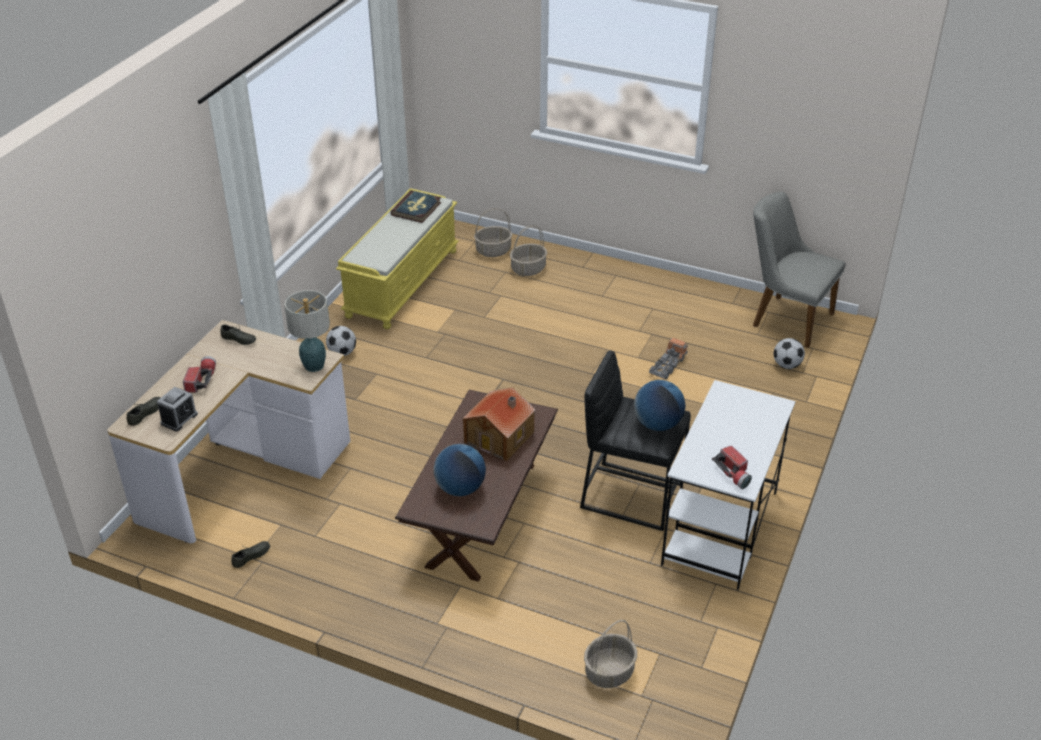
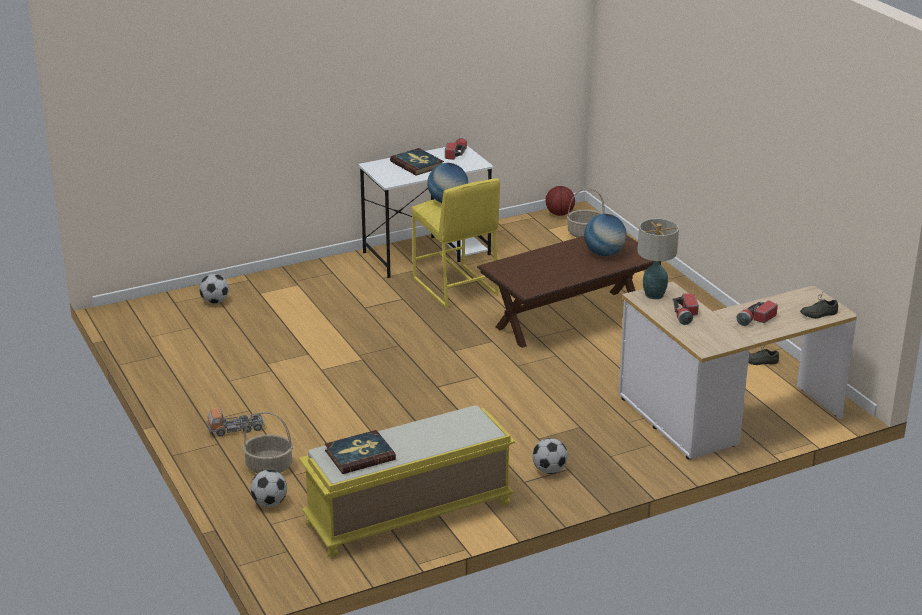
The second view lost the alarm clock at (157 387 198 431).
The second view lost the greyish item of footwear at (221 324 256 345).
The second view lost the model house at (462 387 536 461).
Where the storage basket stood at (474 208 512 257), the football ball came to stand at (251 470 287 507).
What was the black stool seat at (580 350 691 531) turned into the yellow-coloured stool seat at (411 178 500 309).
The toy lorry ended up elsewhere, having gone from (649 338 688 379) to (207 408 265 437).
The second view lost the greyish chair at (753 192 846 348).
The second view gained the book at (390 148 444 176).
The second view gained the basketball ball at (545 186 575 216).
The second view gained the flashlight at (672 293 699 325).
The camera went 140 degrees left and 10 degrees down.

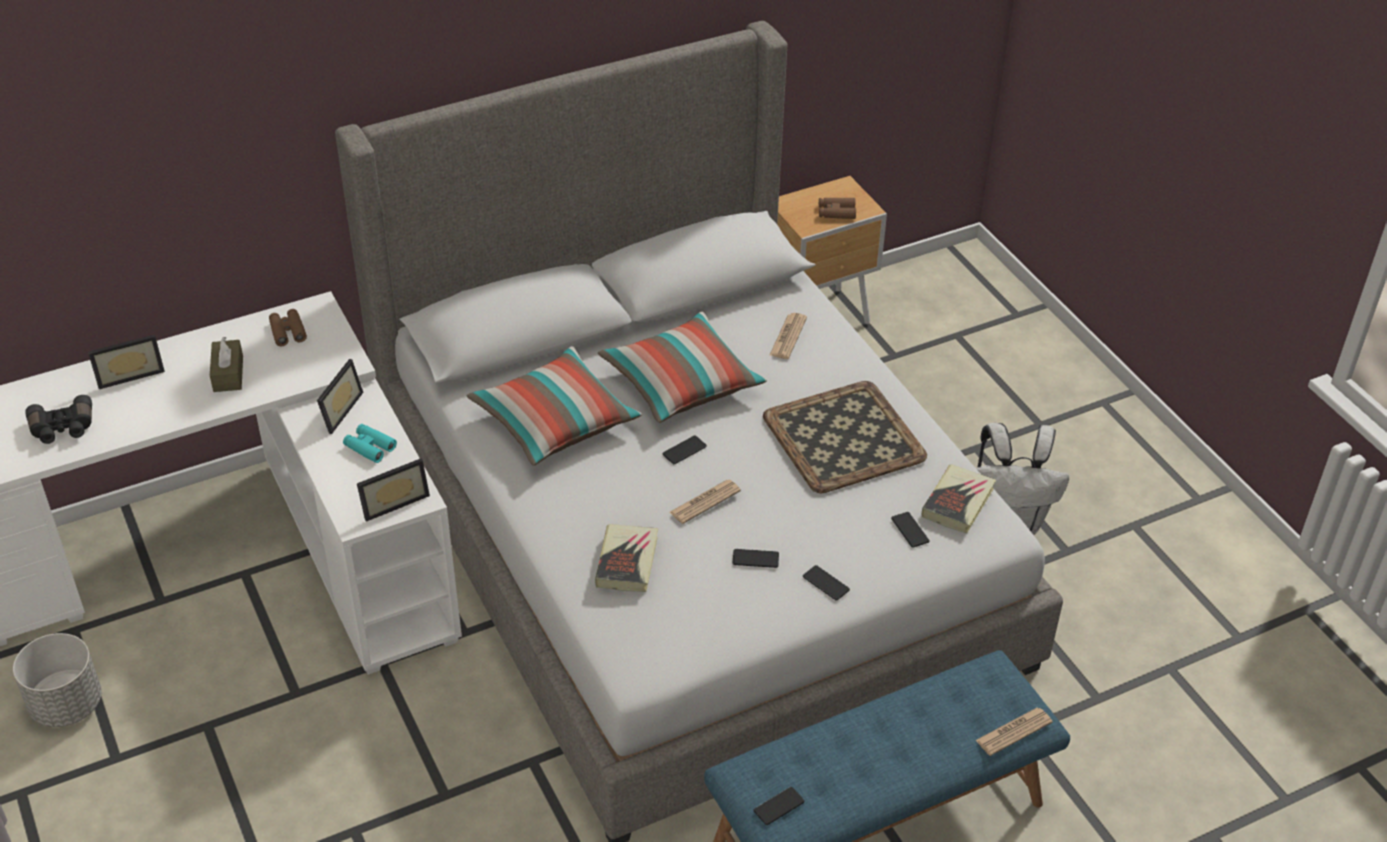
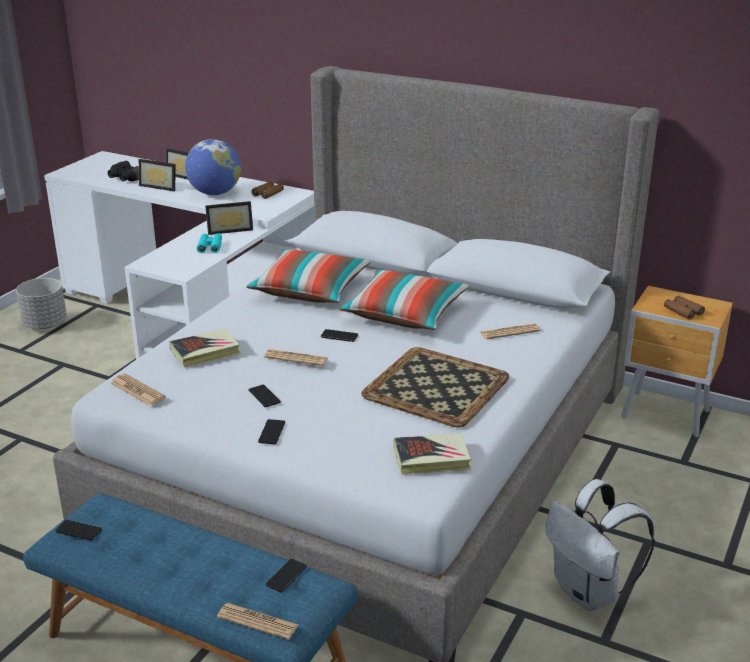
Where the brown-coloured tissue holder stood at (210 337 243 392), the desk globe came to stand at (185 139 241 195).
The standing frame ended up elsewhere, having gone from (357 458 430 522) to (139 159 175 191).
The phone ended up elsewhere, having gone from (891 512 930 548) to (266 559 307 592).
The second view gained the newspaper at (111 374 166 406).
The camera went 55 degrees right and 15 degrees down.

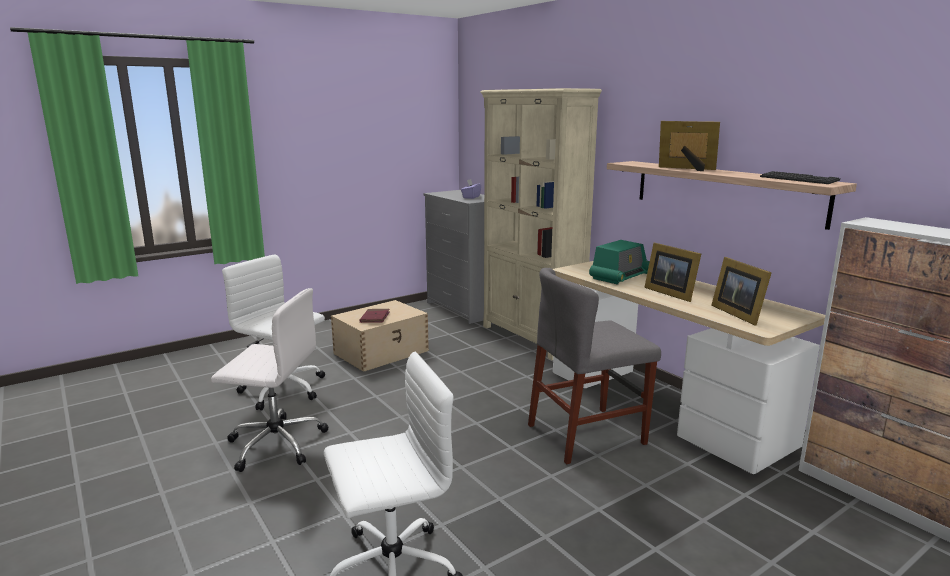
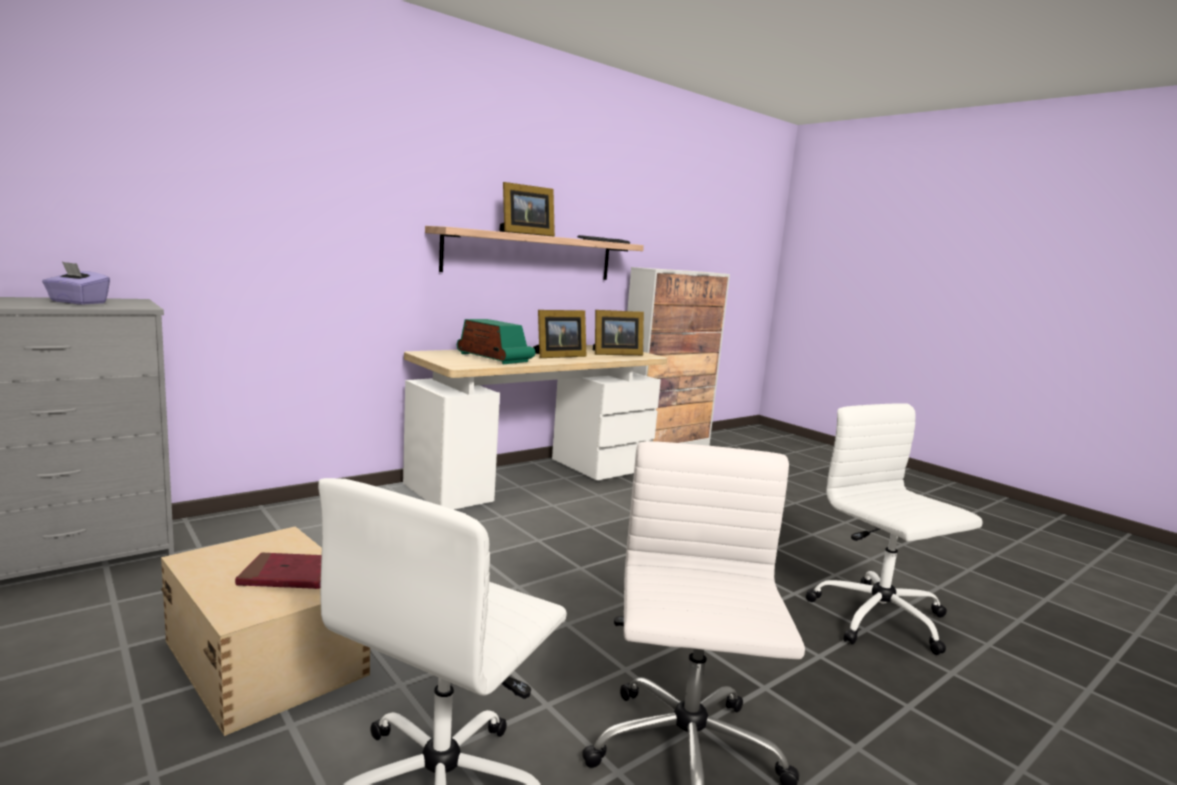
The second view lost the beige-coloured bookshelf at (480 88 602 360).
The second view lost the greyish chair at (528 268 661 464).
The standing frame at (659 121 720 171) ended up facing another way, 150 degrees counterclockwise from before.
The camera went 95 degrees left and 5 degrees down.

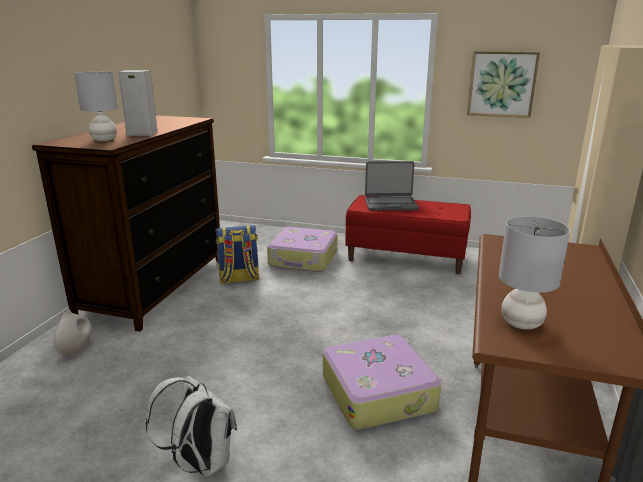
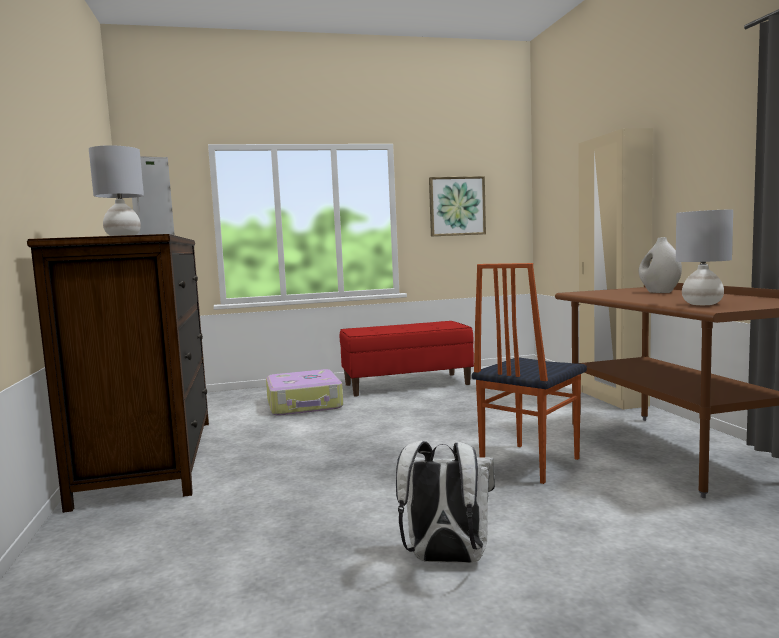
The white decorative vase ended up elsewhere, having gone from (54 309 92 357) to (639 237 682 293).
The second view lost the backpack at (215 225 260 284).
Where the piece of luggage stood at (323 335 442 430), the chair came to stand at (472 263 587 484).
The second view lost the portable computer at (365 161 419 211).
The camera went 30 degrees left and 15 degrees down.

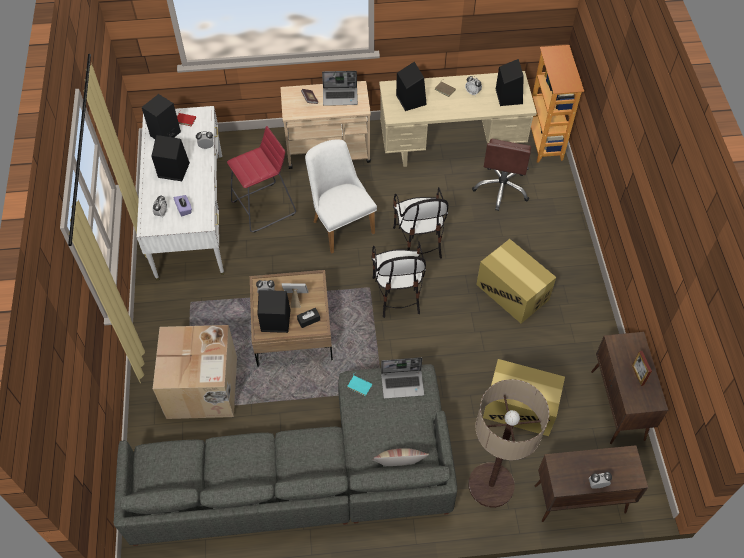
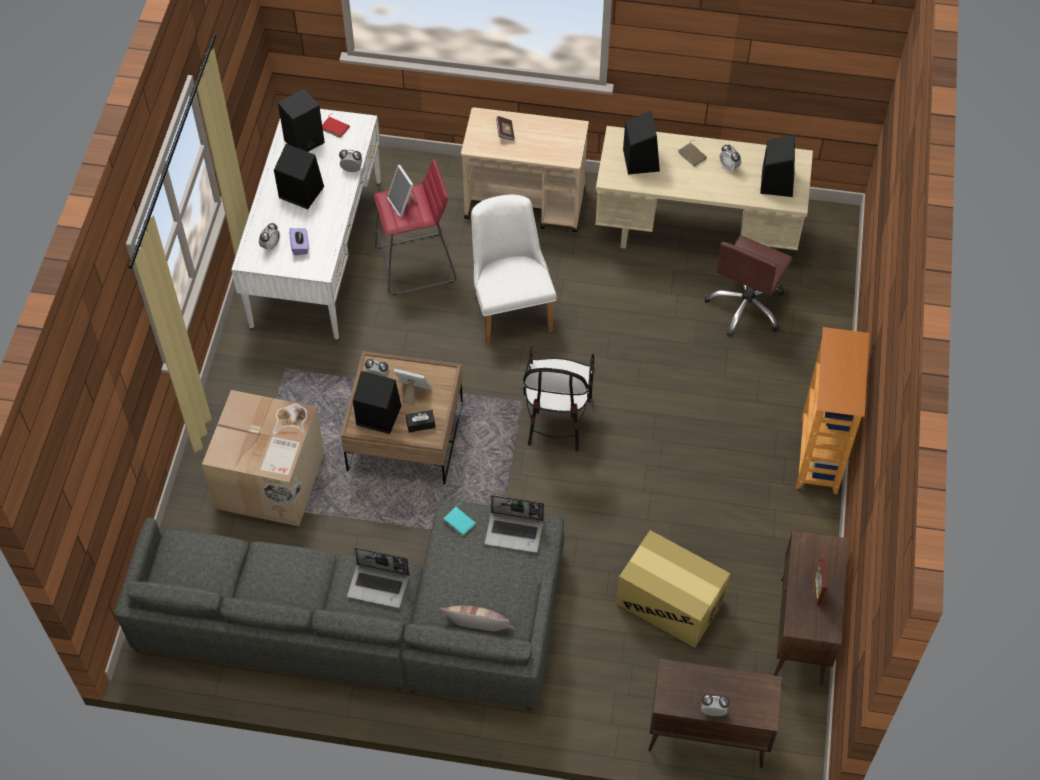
The portable computer ended up elsewhere, having gone from (322 71 358 106) to (347 547 409 608).
The second view lost the chair at (393 187 448 259).
The second view lost the standing lamp at (469 379 549 508).
The second view lost the packing box at (476 239 556 323).
The bookshelf ended up elsewhere, having gone from (531 45 584 163) to (796 327 869 494).
The second view gained the standing frame at (387 165 418 217).
The camera went 15 degrees right and 0 degrees up.

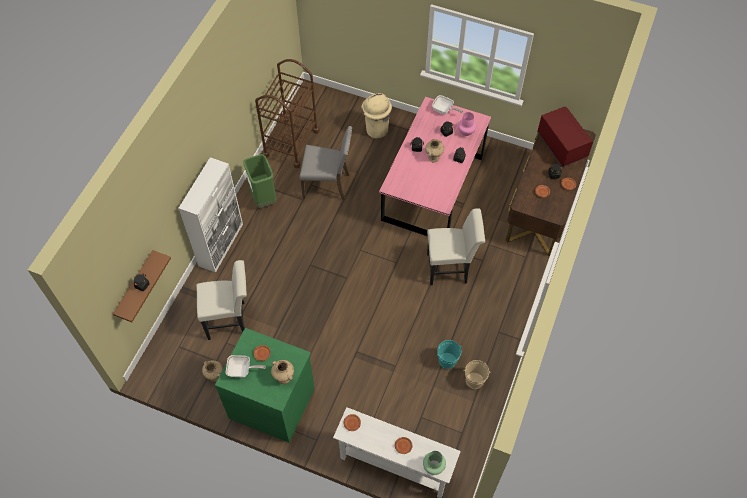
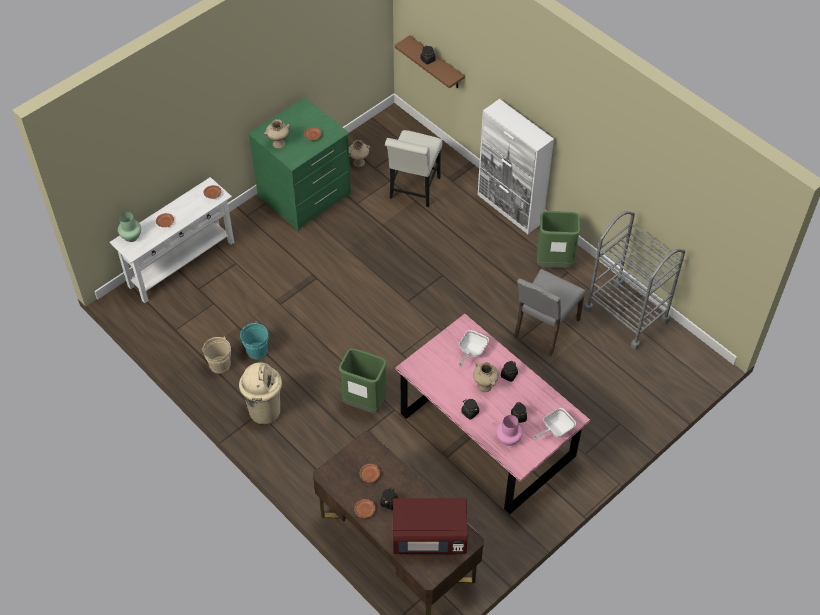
The frying pan ended up elsewhere, having gone from (226 355 266 377) to (459 330 489 367).
What was the brown-coloured wheeled cart at (255 59 319 168) turned into the greyish wheeled cart at (584 211 685 350).
The beige-coloured waste bin ended up elsewhere, having gone from (361 93 392 139) to (239 362 282 424).
Where the white chair stood at (427 208 485 285), the greenish waste bin came to stand at (339 348 387 413).
The camera went 115 degrees right and 5 degrees down.

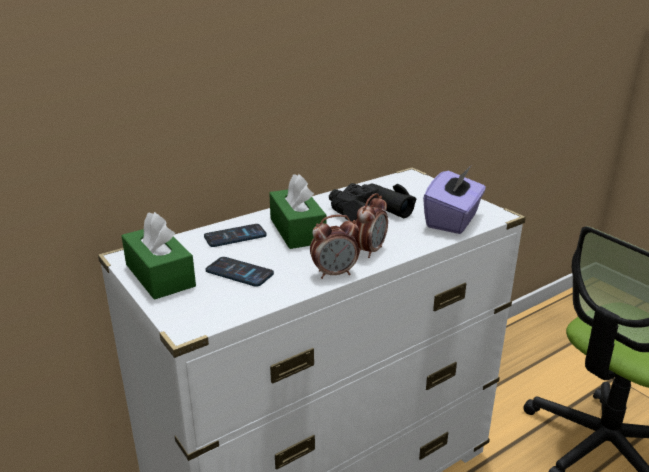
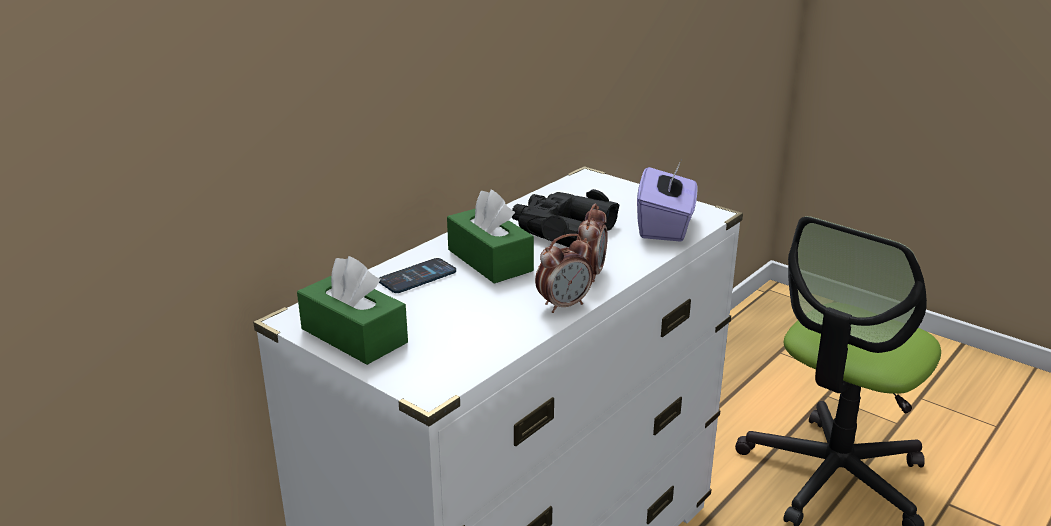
The second view lost the phone at (206 257 274 287).
The camera went 15 degrees left and 0 degrees up.

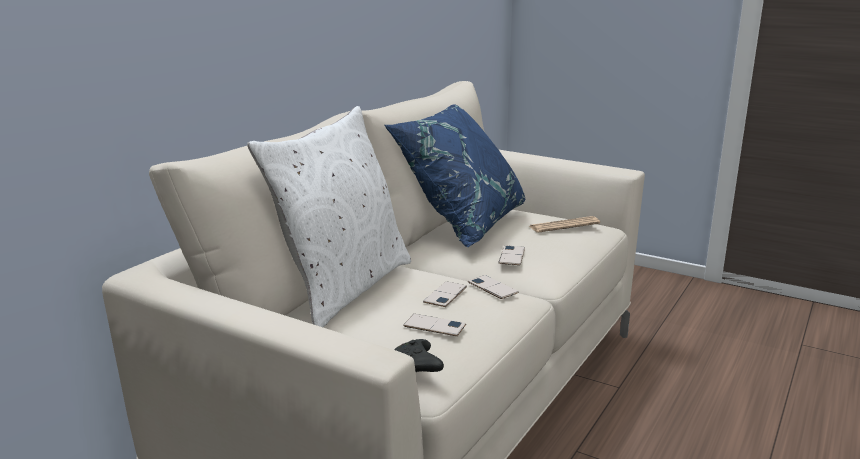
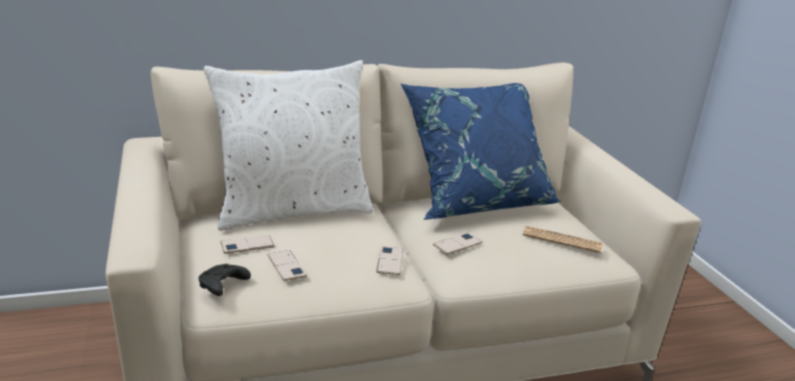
The phone ended up elsewhere, having gone from (423 281 467 307) to (221 235 274 253).
The camera went 40 degrees right and 5 degrees up.

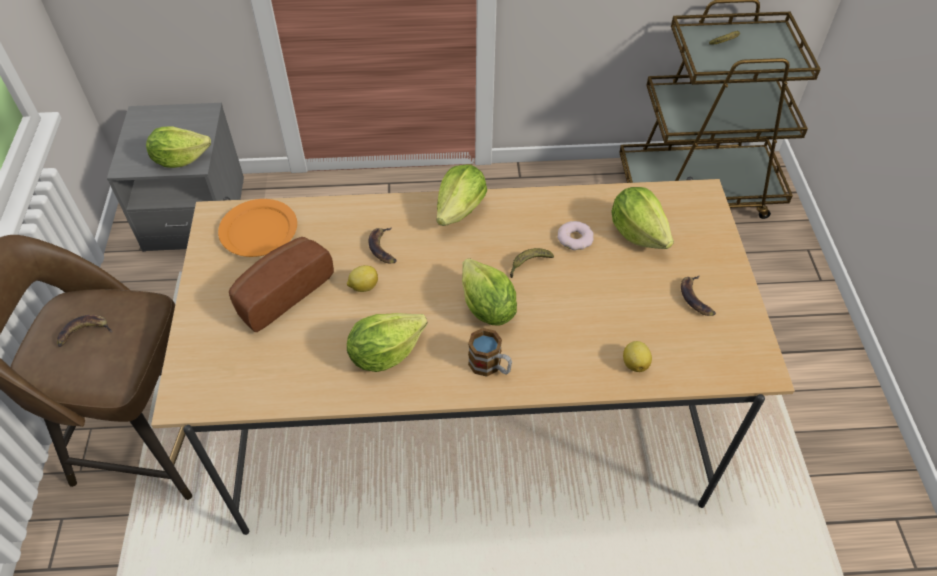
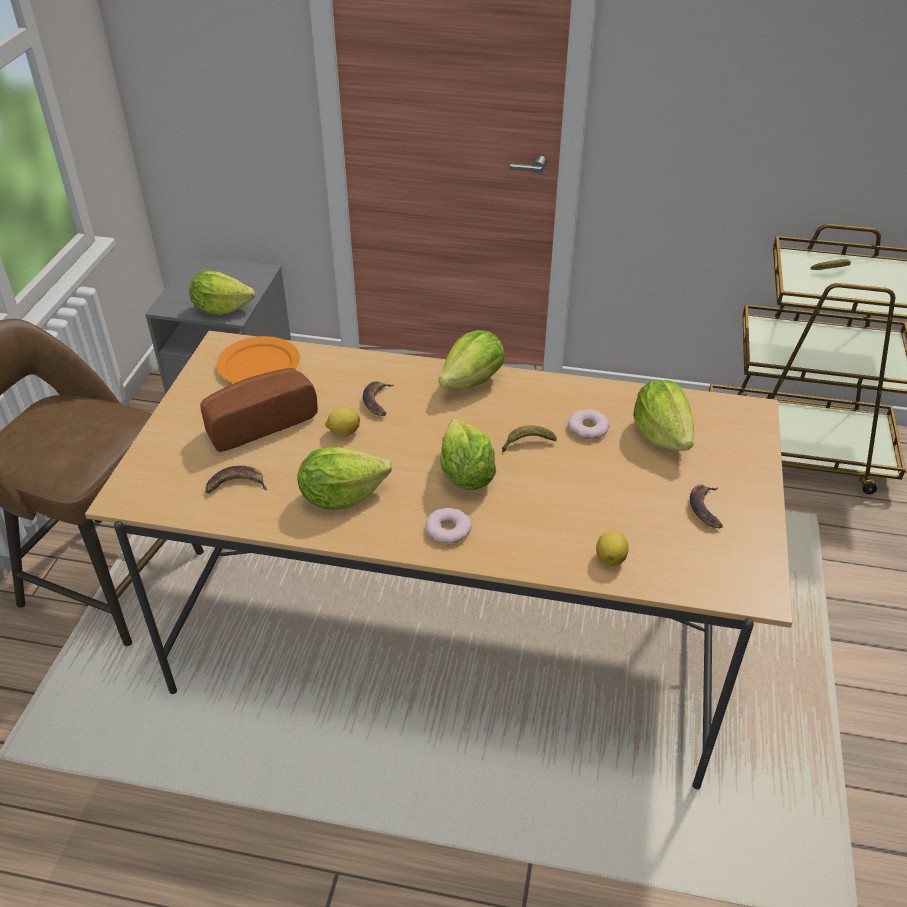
The banana fruit ended up elsewhere, having gone from (57 315 113 347) to (206 466 267 494).
Where the mug stood at (468 328 512 377), the doughnut came to stand at (426 508 472 544).
The camera went 15 degrees right and 10 degrees down.

